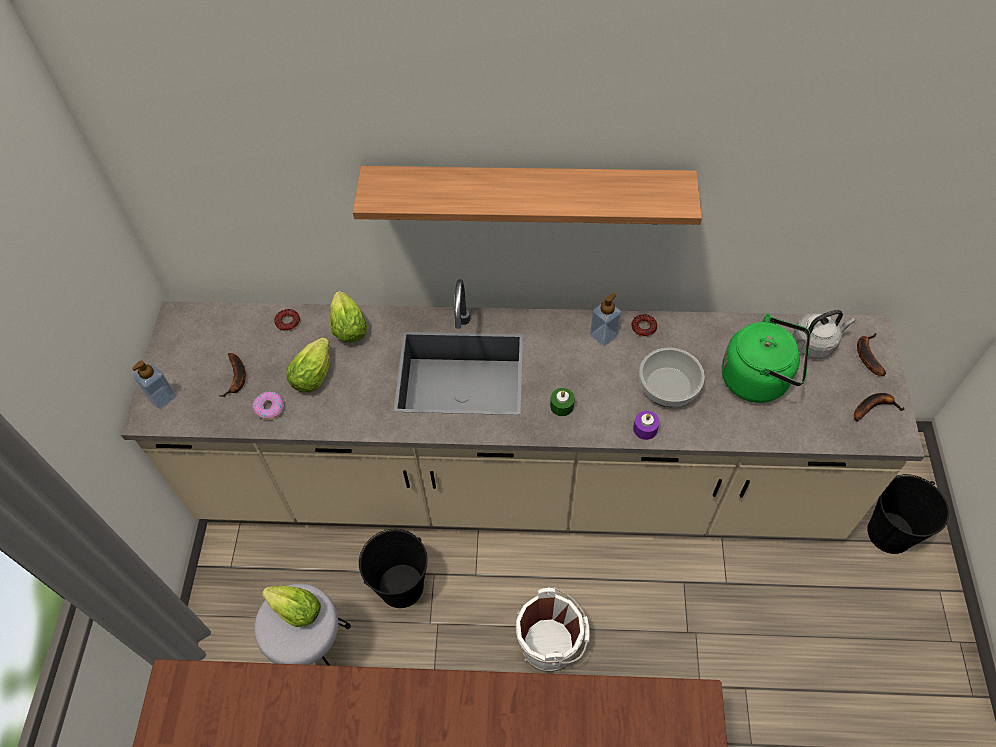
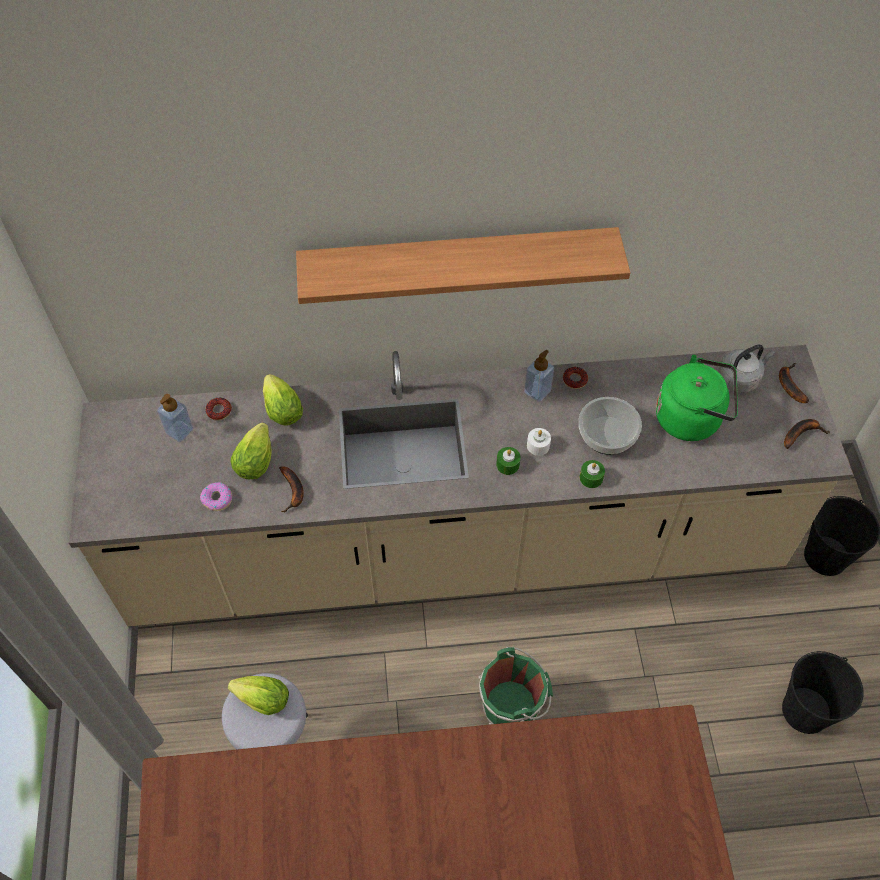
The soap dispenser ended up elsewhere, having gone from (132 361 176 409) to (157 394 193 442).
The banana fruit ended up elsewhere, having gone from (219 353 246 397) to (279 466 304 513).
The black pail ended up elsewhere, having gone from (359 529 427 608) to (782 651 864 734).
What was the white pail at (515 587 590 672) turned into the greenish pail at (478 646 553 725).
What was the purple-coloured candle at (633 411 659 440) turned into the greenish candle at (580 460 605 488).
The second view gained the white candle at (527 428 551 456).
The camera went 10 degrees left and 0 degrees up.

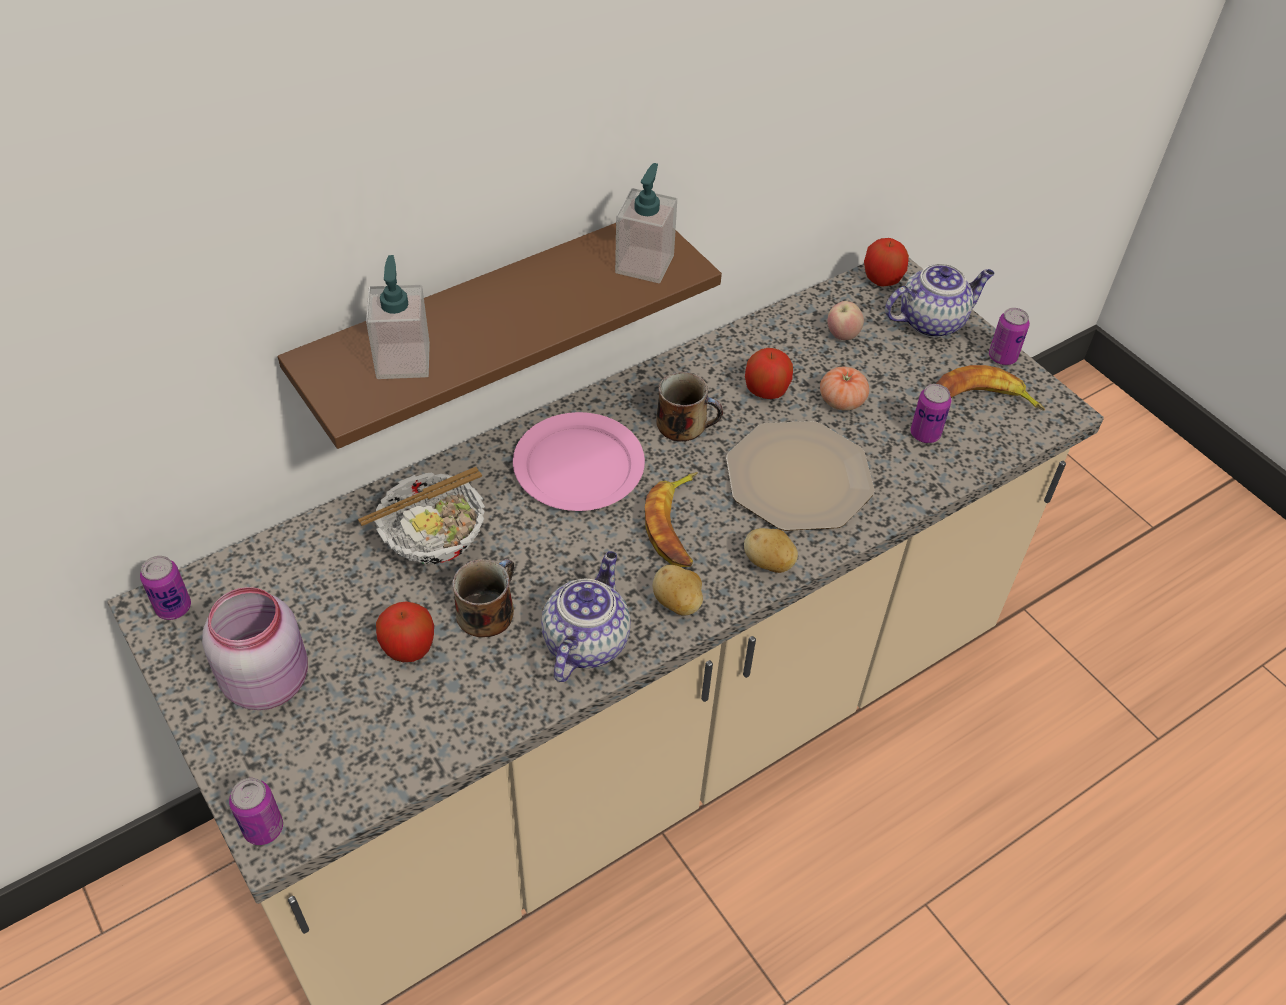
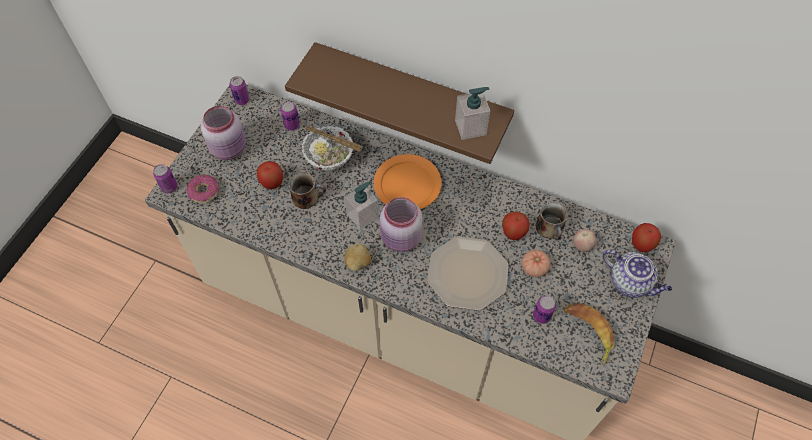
The soap dispenser ended up elsewhere, having gone from (366 255 430 379) to (344 181 379 230).
What was the pinkish plate at (513 412 645 511) turned into the orange-coloured plate at (374 154 442 209).
The second view lost the tea pot at (541 551 631 682).
Where the banana fruit stood at (645 472 698 567), the pinkish jar came to stand at (380 197 423 252).
The mug ended up elsewhere, having gone from (656 372 723 442) to (536 201 568 240).
The second view lost the potato at (744 528 798 573).
The metal can ended up elsewhere, having gone from (989 308 1030 365) to (281 101 300 130).
The second view gained the doughnut at (187 175 219 204).
The camera went 60 degrees right and 10 degrees up.

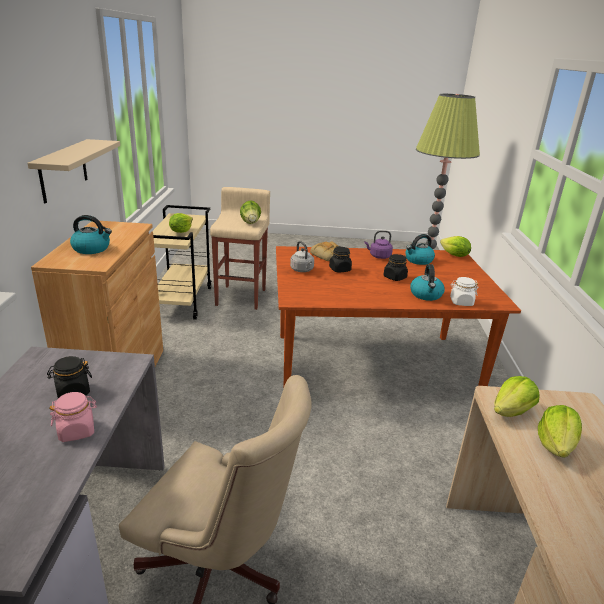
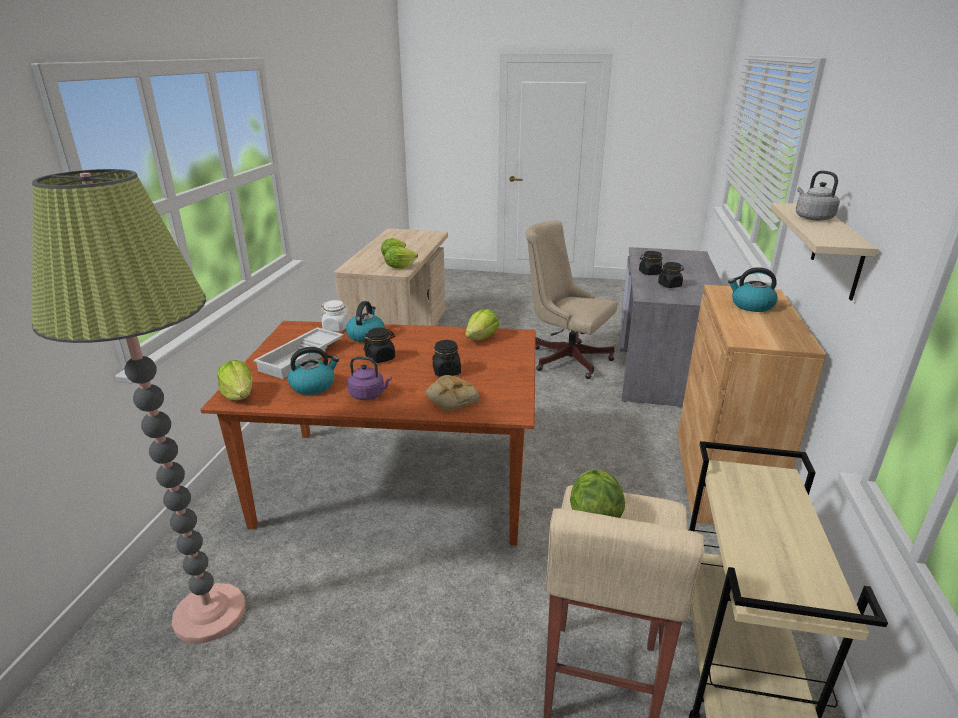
What was the pinkish jar at (49 392 97 442) turned into the black jar at (639 251 663 275).
The lettuce head ended up elsewhere, having gone from (169 213 193 233) to (465 309 499 340).
The greyish kettle ended up elsewhere, having gone from (290 241 314 272) to (796 171 840 221).
The second view gained the white tray at (253 327 344 379).
The camera went 170 degrees left and 0 degrees up.

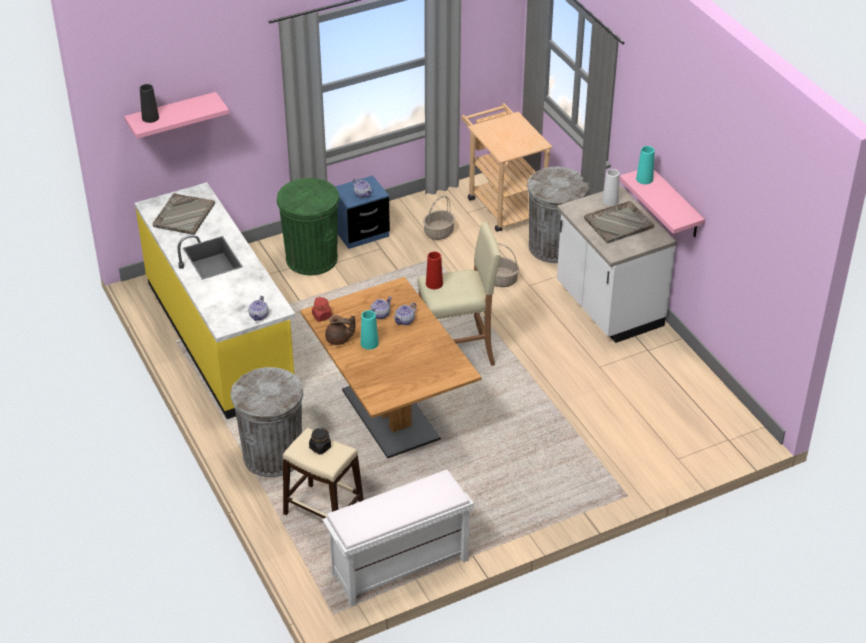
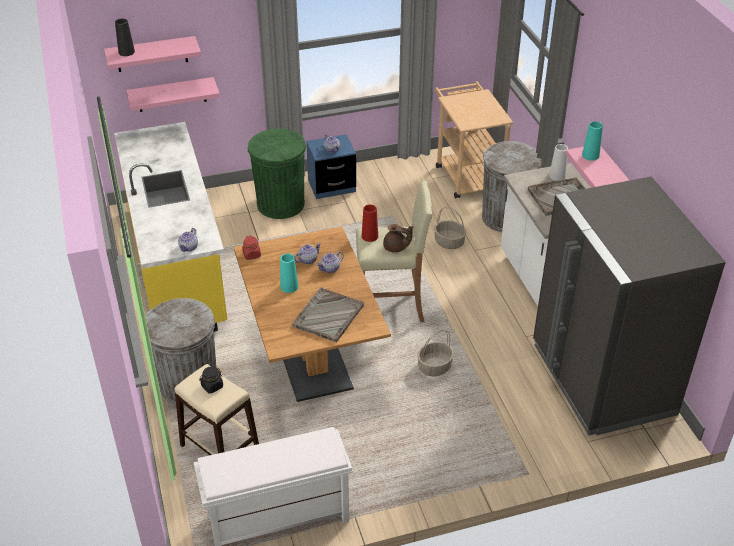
The greyish tray ended up elsewhere, having gone from (153 193 215 235) to (292 288 364 342).
The brown-coloured tea pot ended up elsewhere, having gone from (325 315 355 345) to (383 224 413 253).
The storage basket ended up elsewhere, having gone from (423 196 455 240) to (417 330 454 376).
The second view gained the pinkish shelf at (126 77 220 112).
The second view gained the greyish refrigerator at (533 177 726 436).
The camera went 10 degrees right and 0 degrees up.

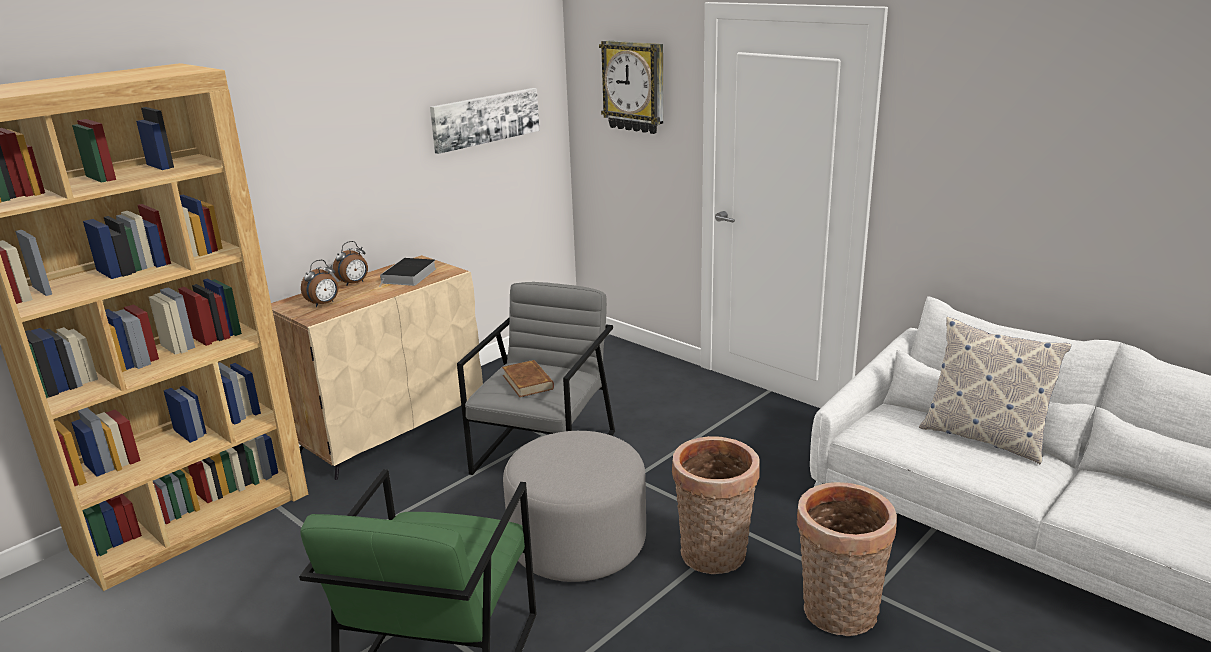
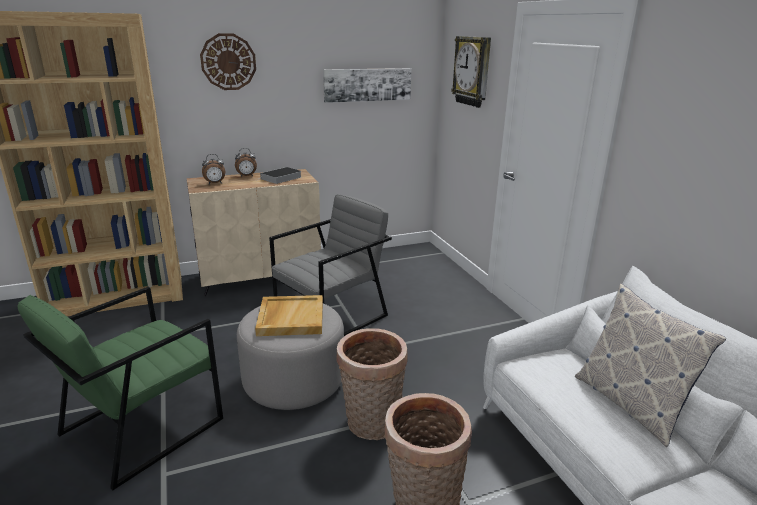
The second view lost the brown-coloured book at (502 360 554 397).
The second view gained the clock on the wall at (200 33 256 90).
The second view gained the beige-coloured tray at (255 295 323 336).
The camera went 25 degrees right and 0 degrees up.

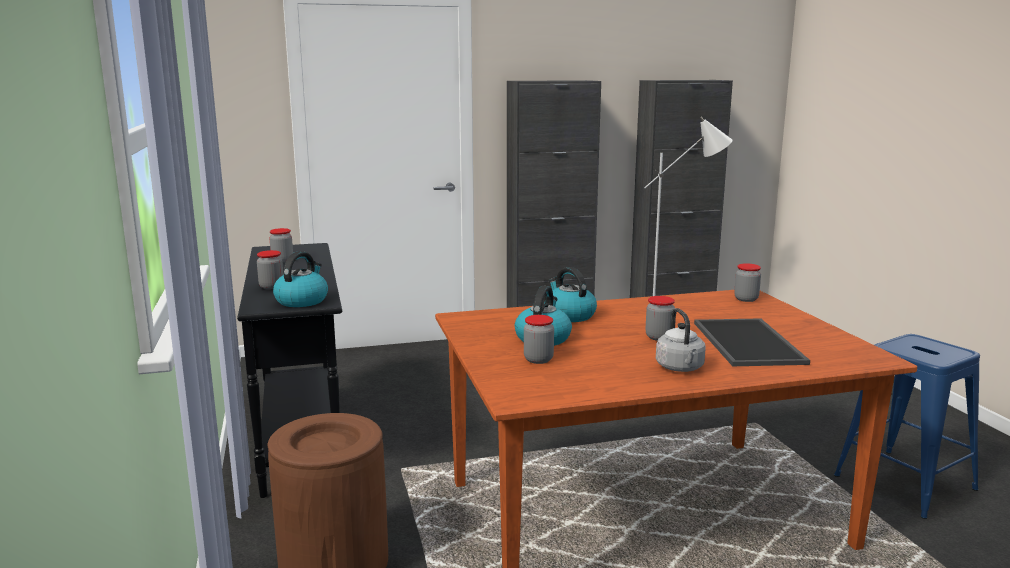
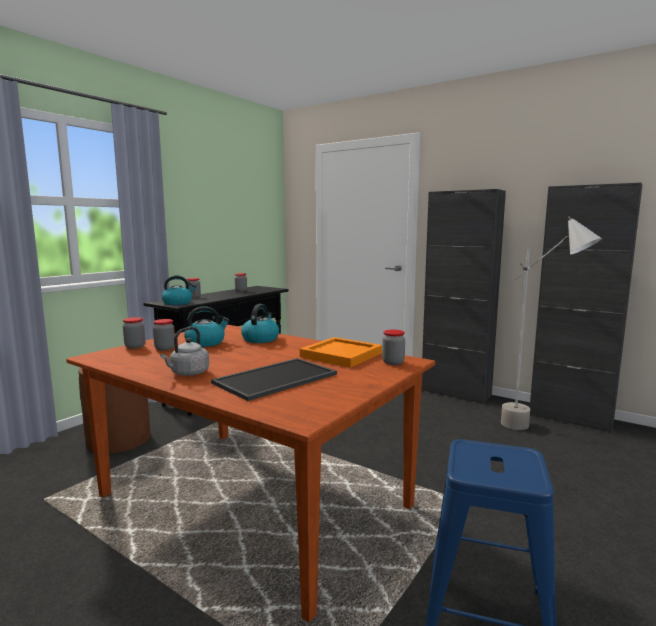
The jar ended up elsewhere, having gone from (646 296 675 341) to (123 317 145 349).
The second view gained the orange-coloured tray at (300 337 382 368).
The camera went 50 degrees right and 5 degrees down.

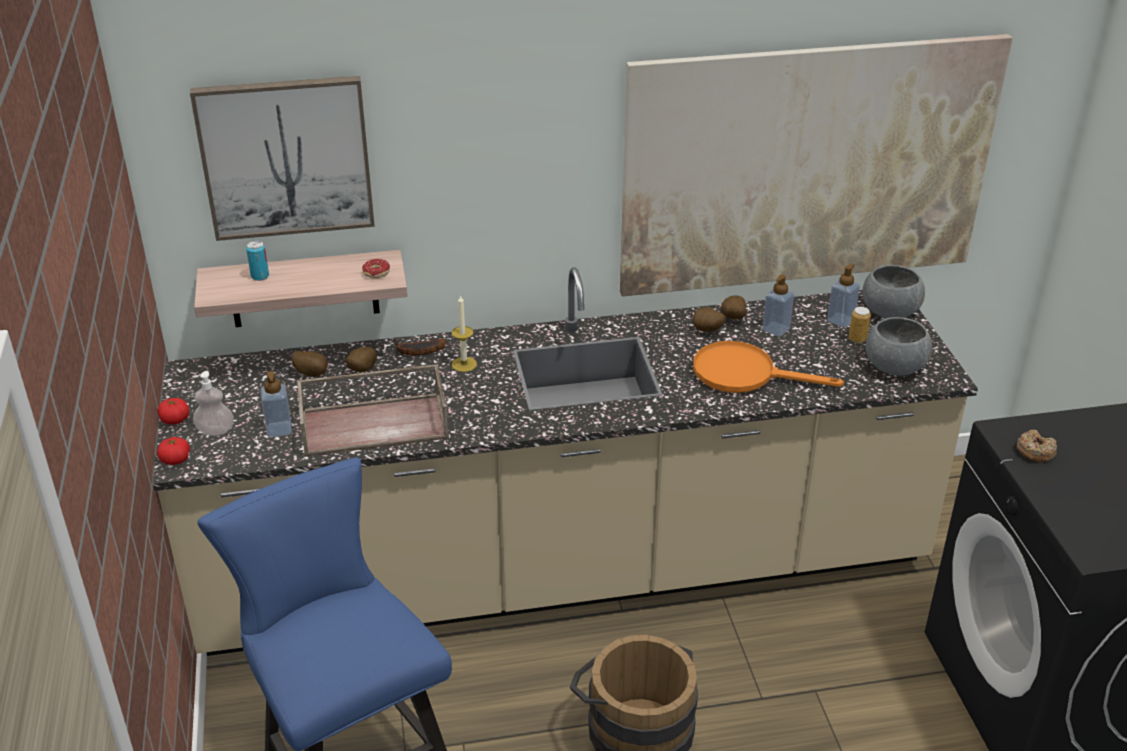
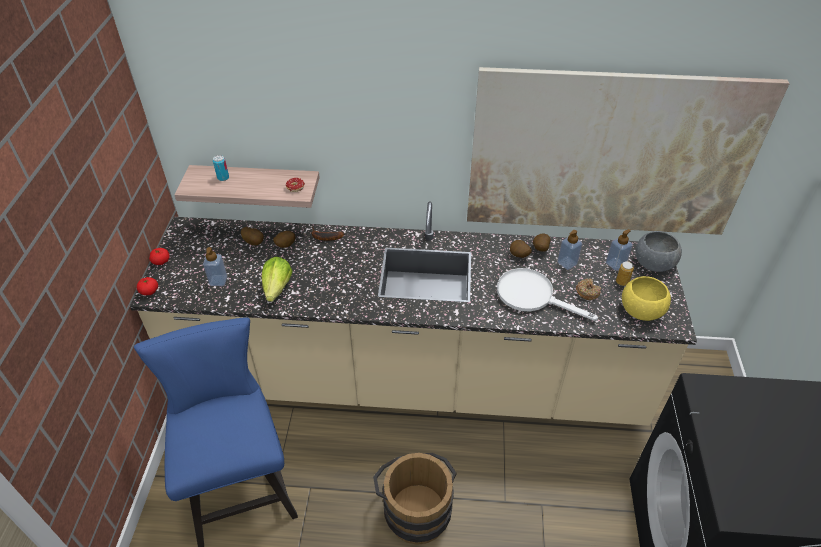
The second view lost the picture at (190 76 375 241).
The second view lost the soap dispenser at (193 371 234 436).
Where the brown-coloured tray stood at (297 364 449 457), the lettuce head came to stand at (261 257 293 302).
The second view lost the candle at (452 295 477 372).
What was the orange-coloured frying pan at (693 341 844 393) turned into the white frying pan at (497 268 598 321).
What was the greyish deep dish at (865 317 932 376) turned into the yellow-coloured deep dish at (622 276 671 321).
The doughnut ended up elsewhere, having gone from (1017 430 1057 463) to (576 278 601 300).
The camera went 15 degrees right and 10 degrees up.

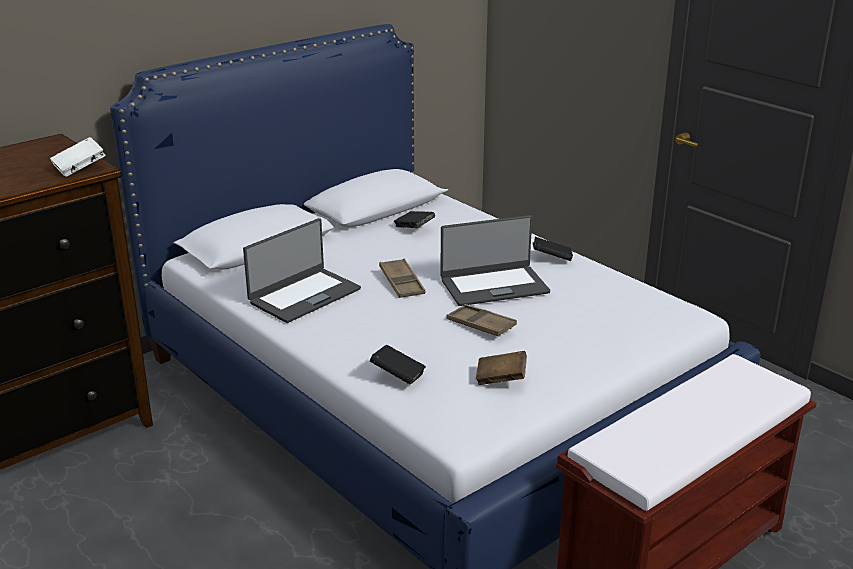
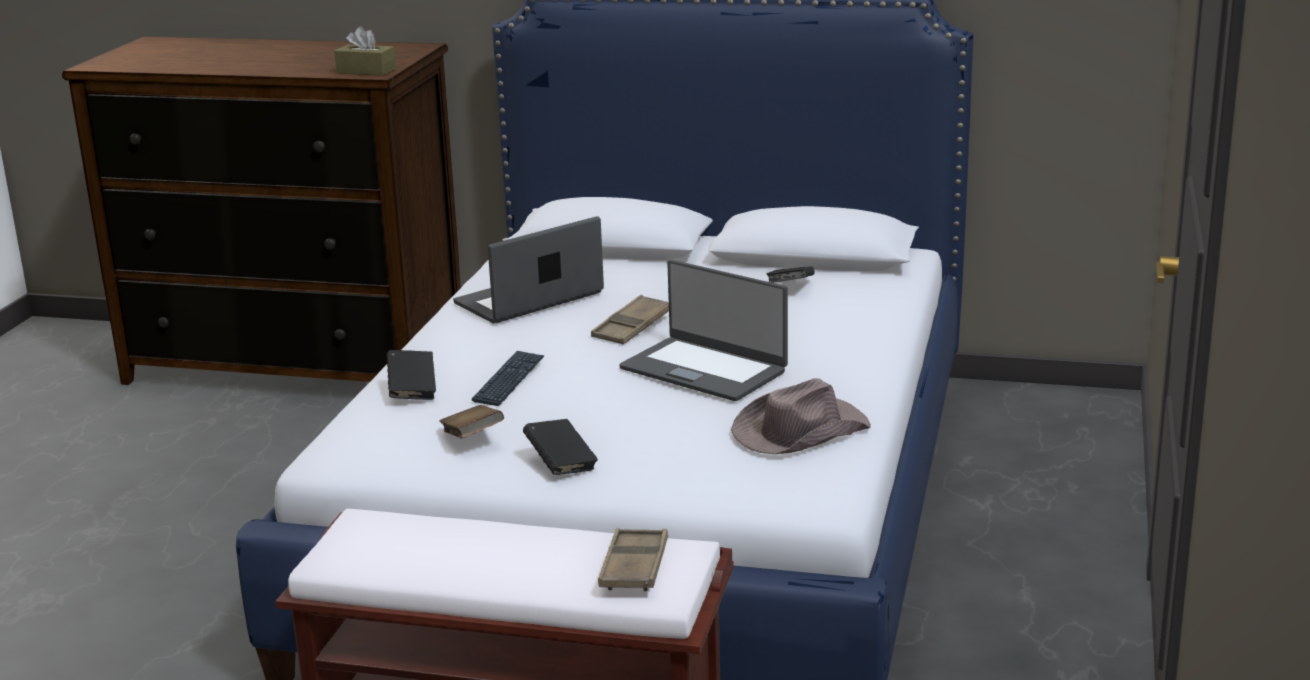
Where the white book stood at (50 137 105 177), the brown-coloured tissue holder came to stand at (334 26 396 76).
The portable computer at (243 218 361 323) ended up facing another way, 135 degrees clockwise from before.
The brown-coloured tray ended up elsewhere, having gone from (446 304 517 336) to (598 528 668 591).
The black book ended up elsewhere, having gone from (533 237 573 261) to (523 419 598 475).
The second view gained the computer keyboard at (472 351 544 406).
The second view gained the brown-coloured wearable hat at (731 378 871 454).
The camera went 55 degrees right and 5 degrees down.

